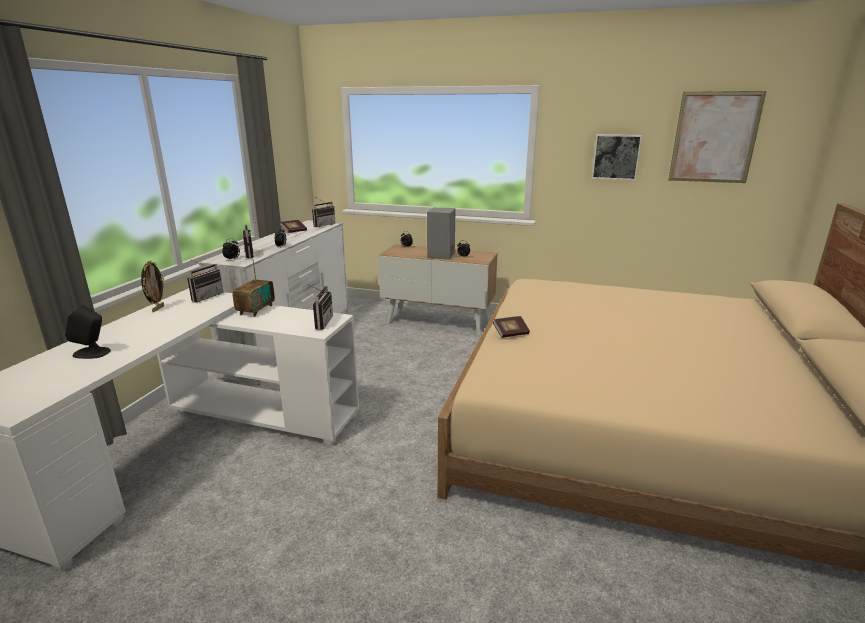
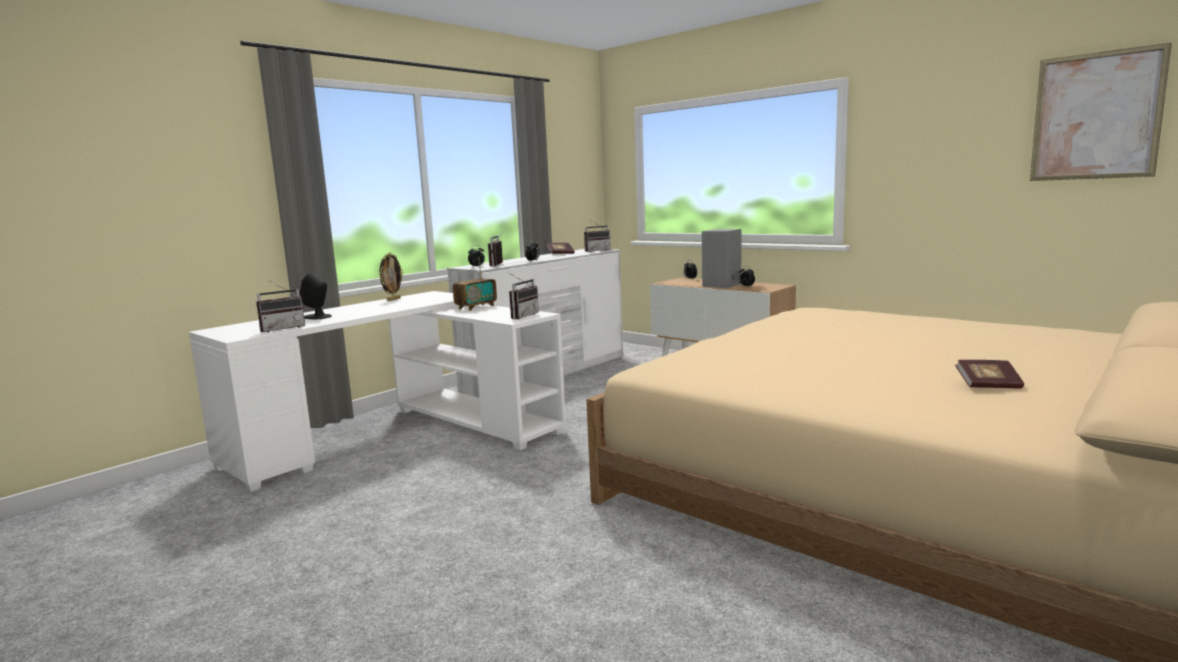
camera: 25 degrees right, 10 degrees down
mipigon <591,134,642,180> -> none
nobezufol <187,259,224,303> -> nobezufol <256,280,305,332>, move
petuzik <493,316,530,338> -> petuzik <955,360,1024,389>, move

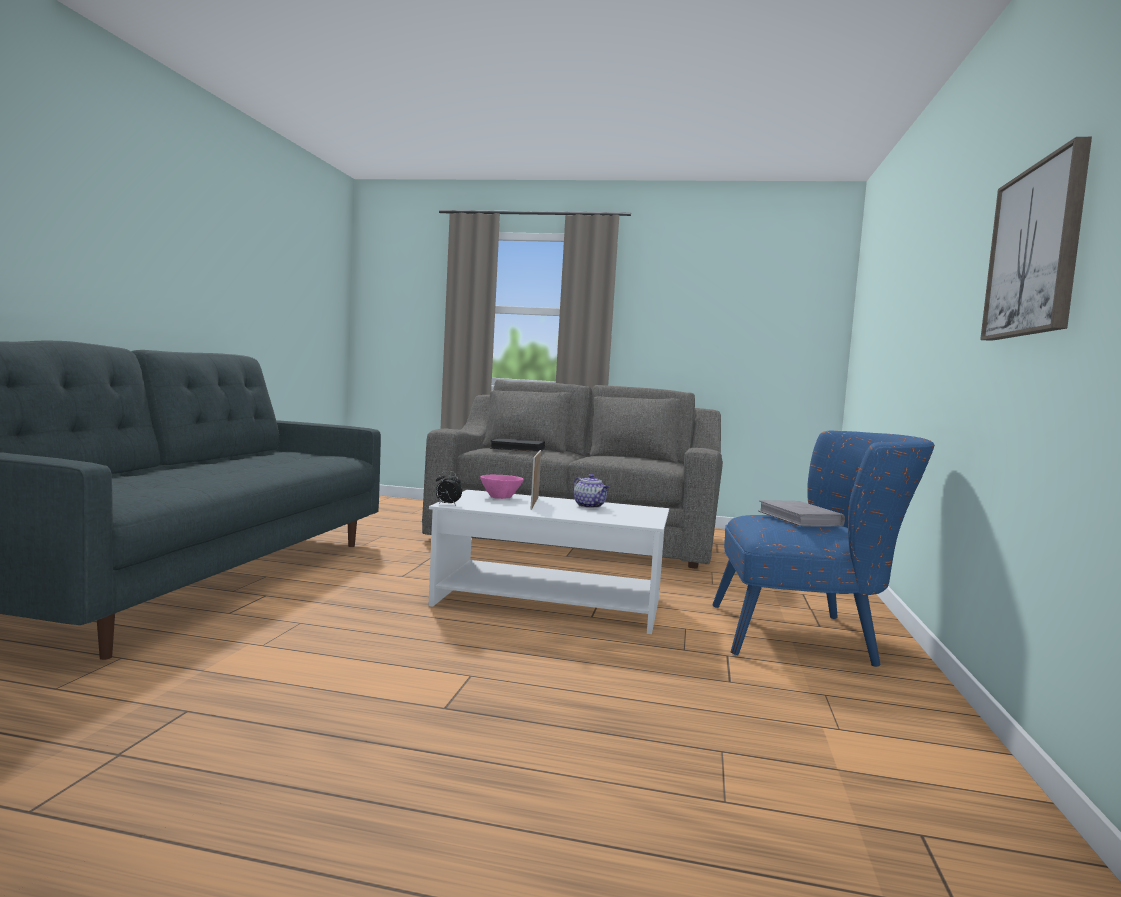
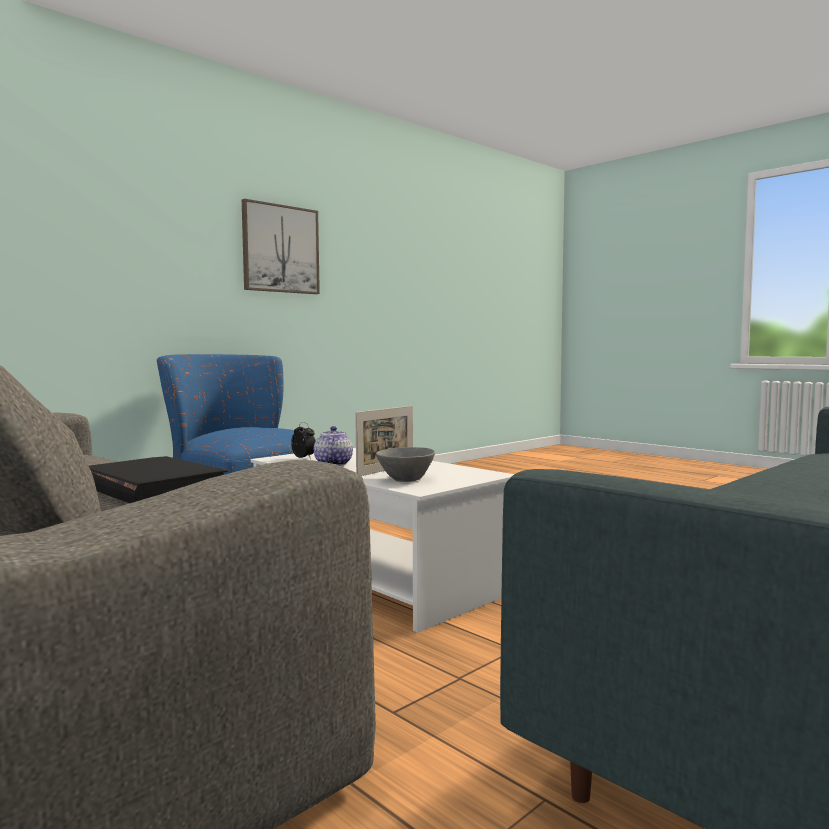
camera: 145 degrees left, 0 degrees up
grey petuzik <758,500,845,527> -> none
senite <436,471,462,505> -> senite <291,422,315,459>, move
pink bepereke <480,475,524,499> -> grey bepereke <376,447,435,482>

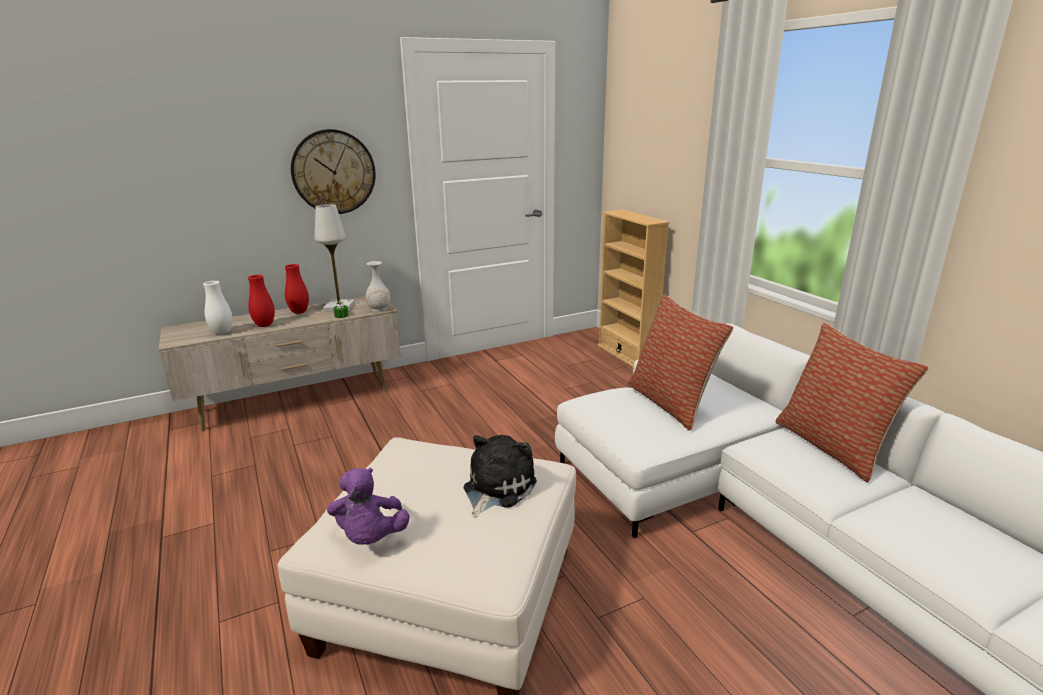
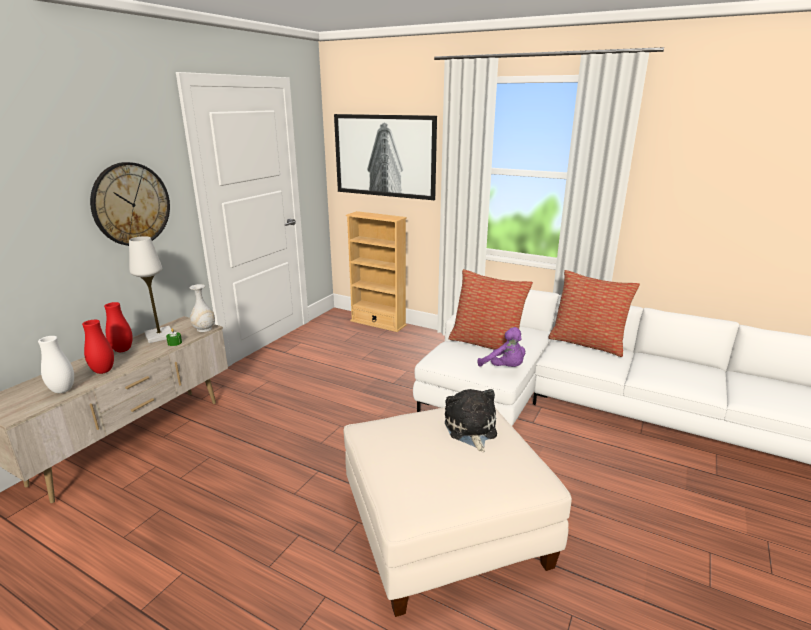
camera: 35 degrees left, 0 degrees up
none -> mipigon <334,114,437,200>
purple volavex <327,468,410,545> -> purple volavex <477,327,525,367>, move

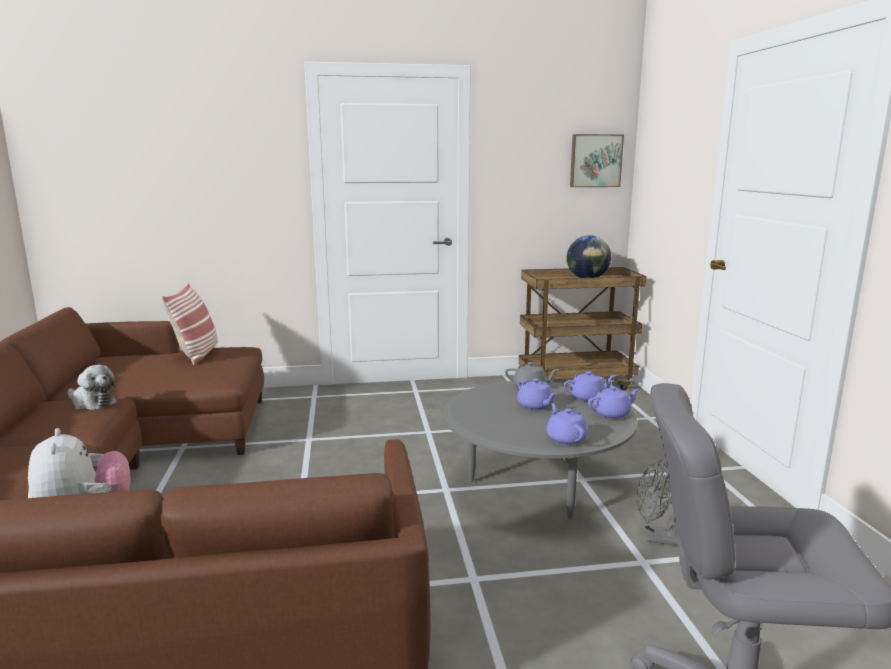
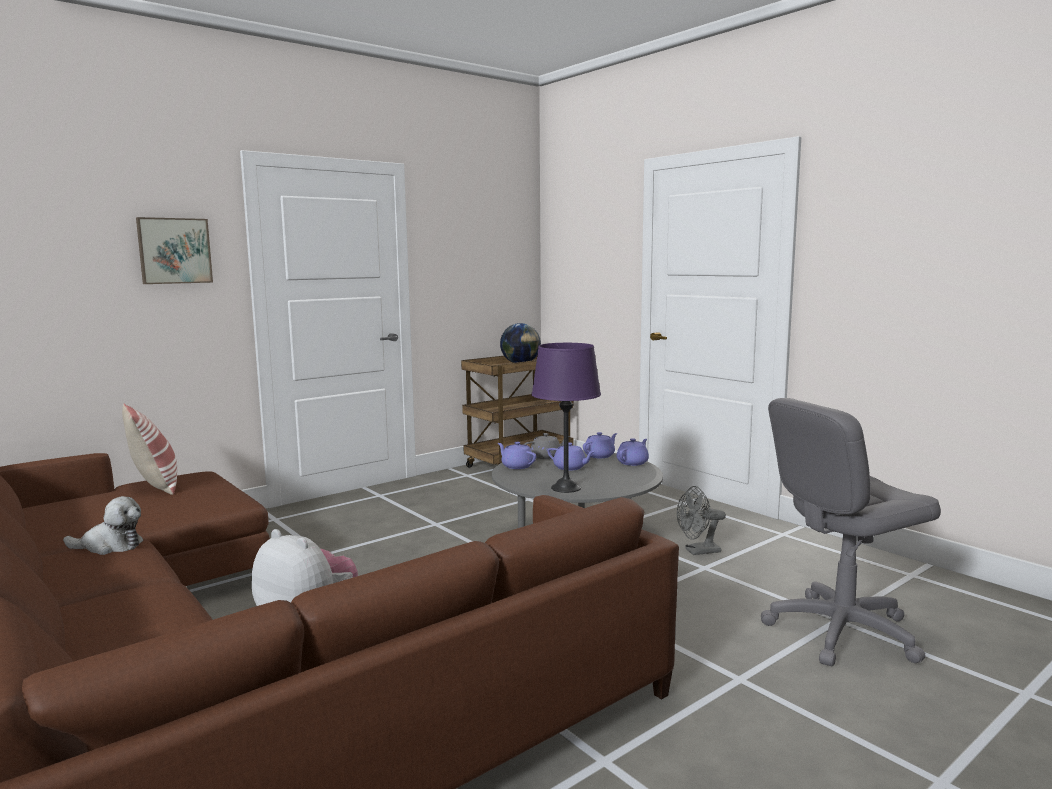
camera: 30 degrees left, 5 degrees down
none -> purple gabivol <531,343,601,493>
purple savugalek <546,403,588,445> -> purple savugalek <498,442,536,469>, move
mipigon <570,134,624,187> -> mipigon <136,217,213,284>, move

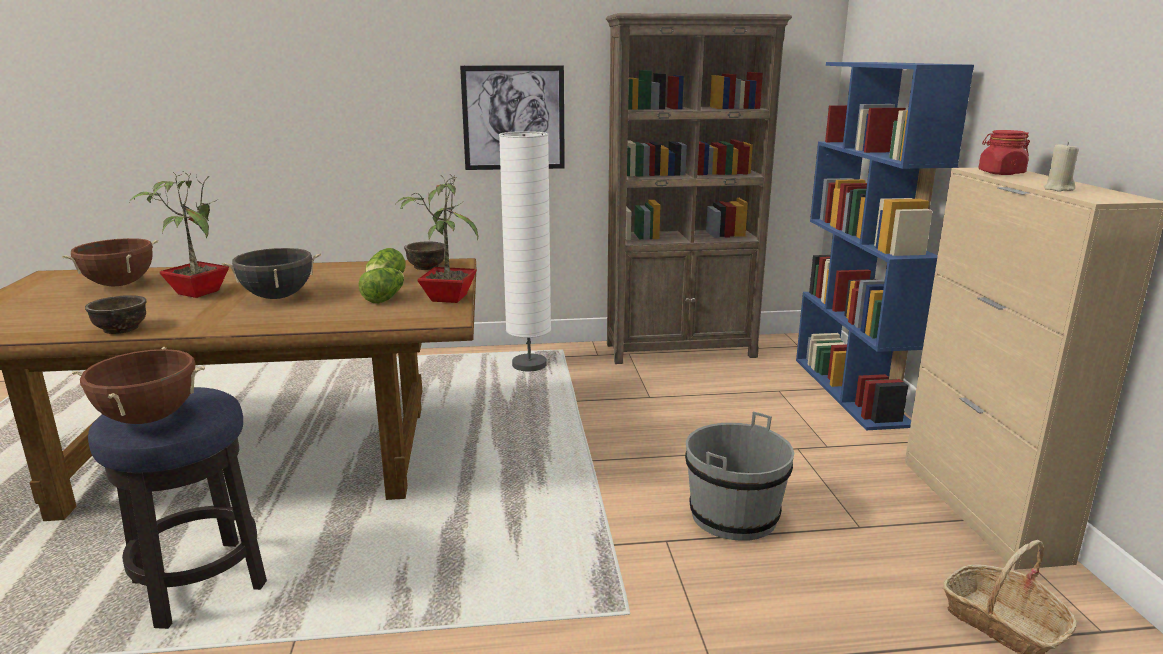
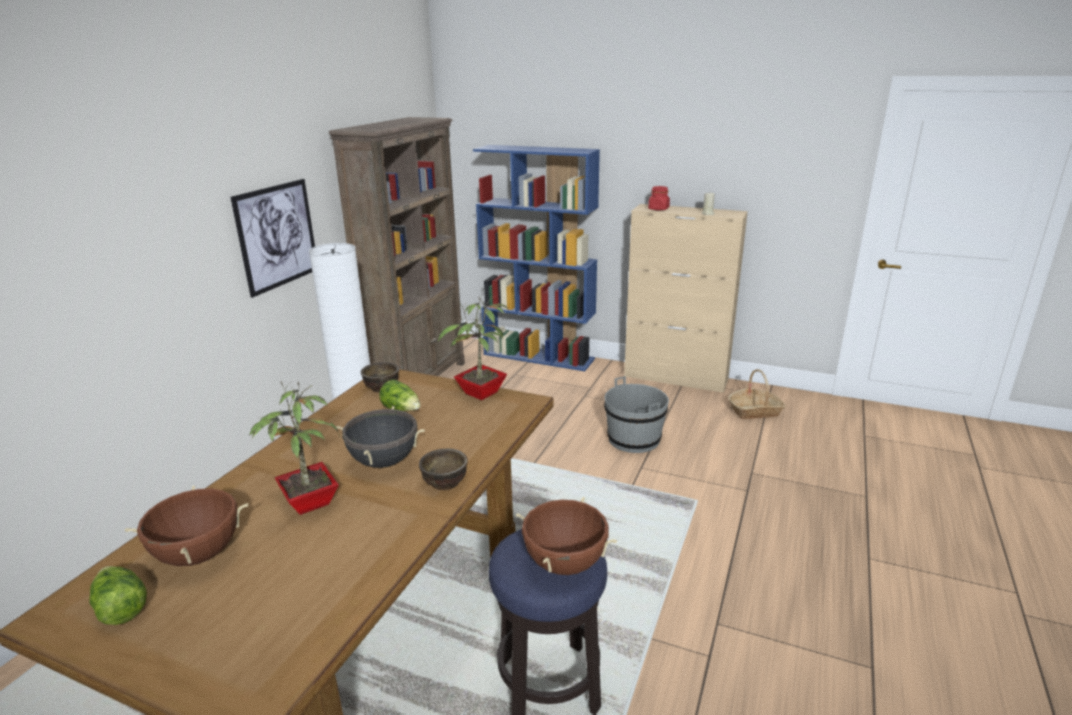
camera: 60 degrees left, 5 degrees up
brown bepereke <85,295,147,334> -> brown bepereke <419,449,468,490>, move
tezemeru <359,268,404,303> -> tezemeru <89,566,147,625>, move

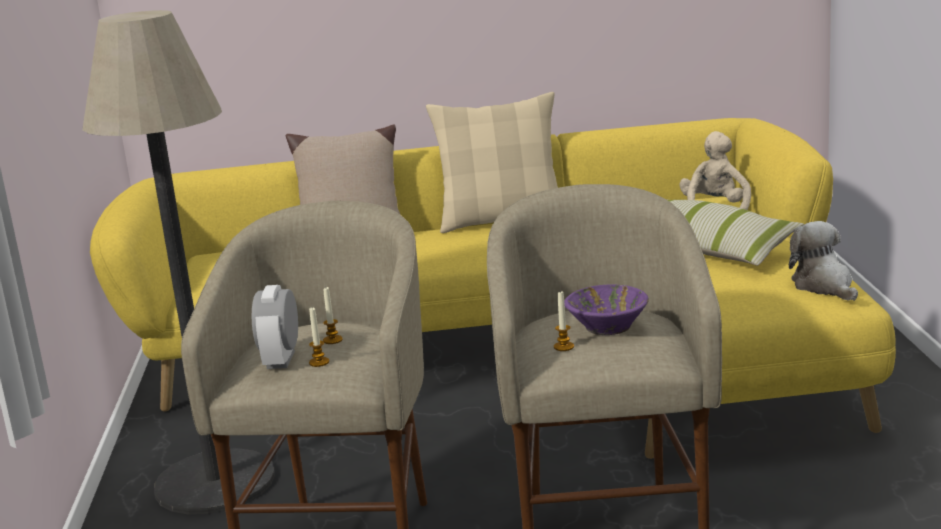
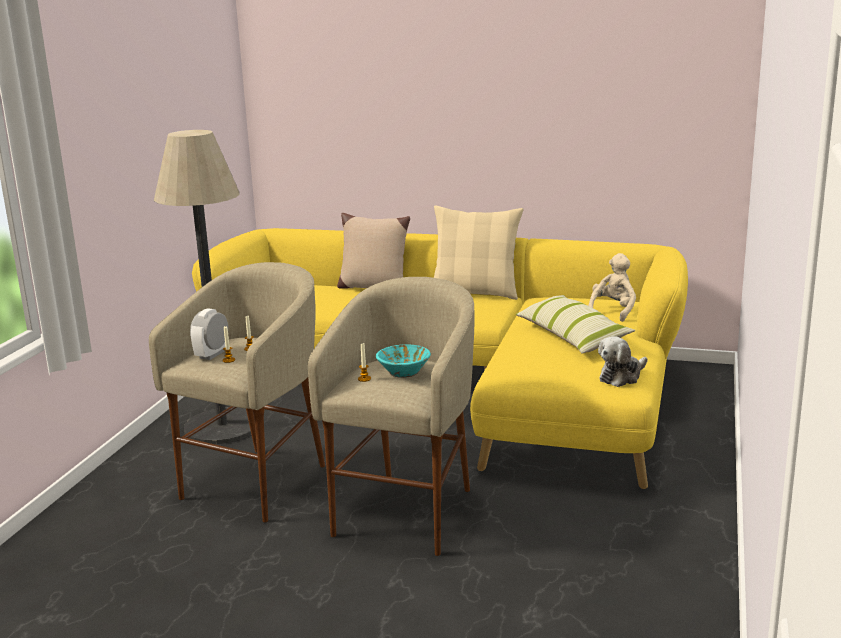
camera: 20 degrees right, 0 degrees up
purple bepereke <564,285,649,335> -> turquoise bepereke <376,344,431,378>
volavex <789,221,858,301> -> volavex <598,336,647,387>, 135 degrees counterclockwise

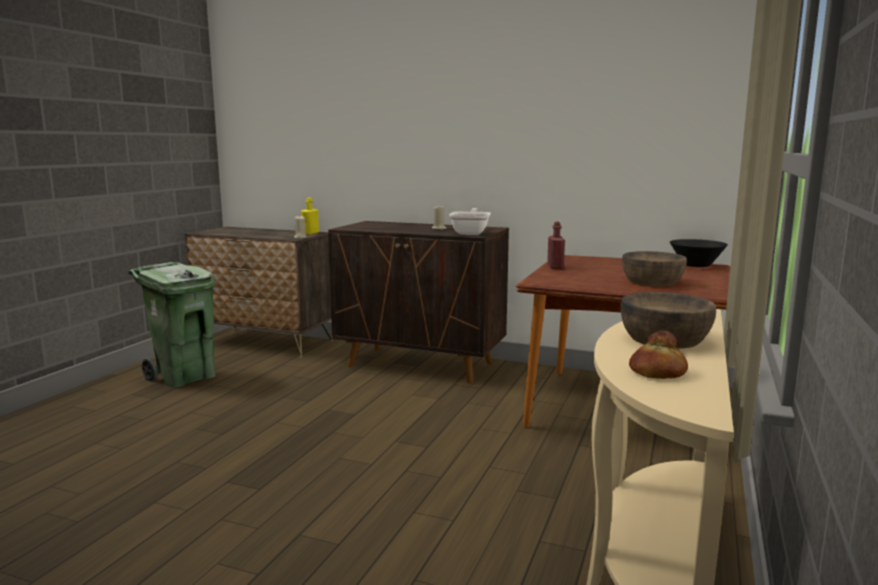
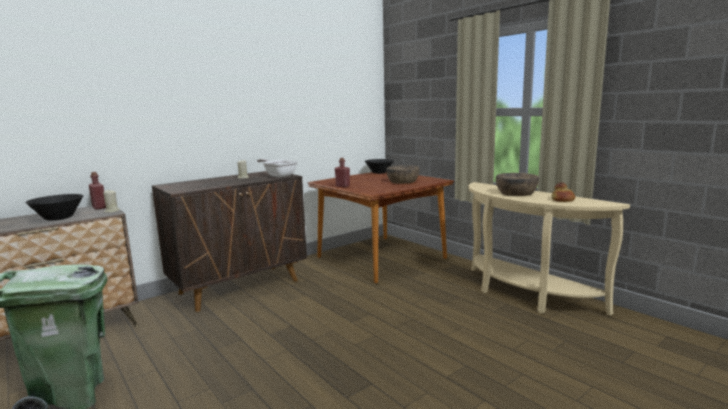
camera: 60 degrees left, 0 degrees up
none -> black bepereke <25,194,83,221>
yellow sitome <301,197,319,235> -> red sitome <89,172,106,210>

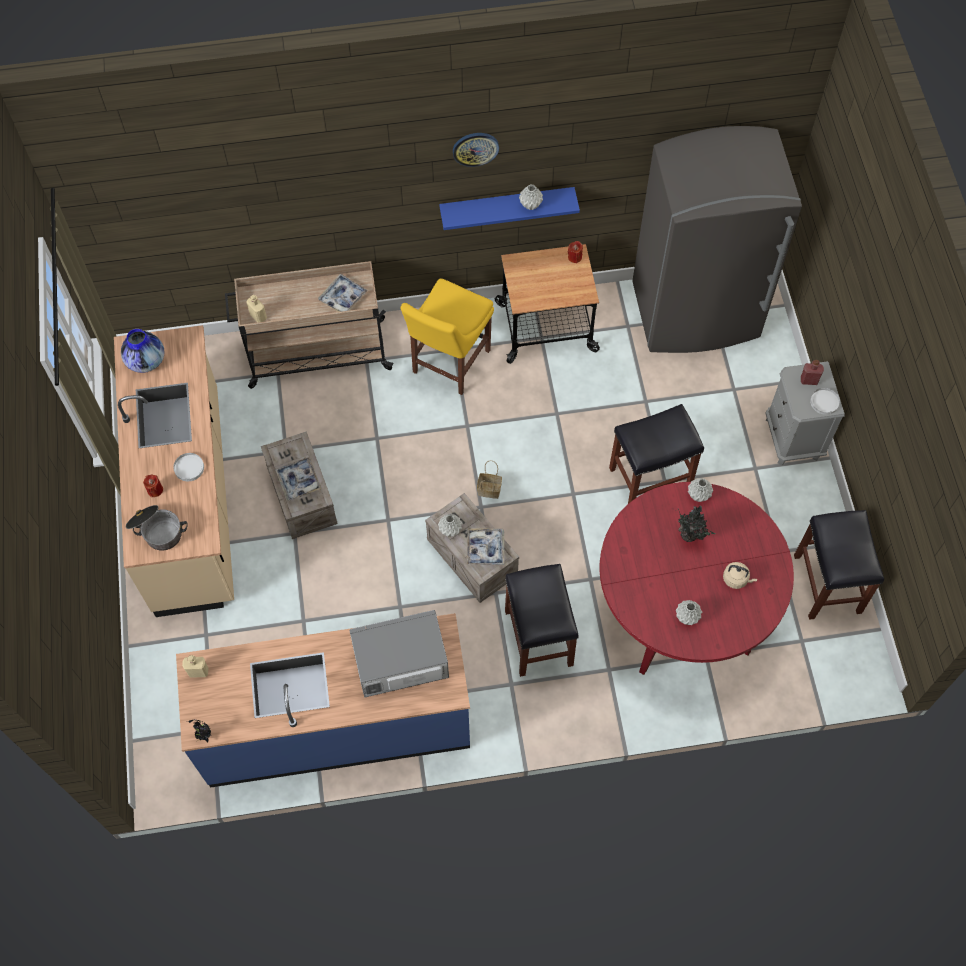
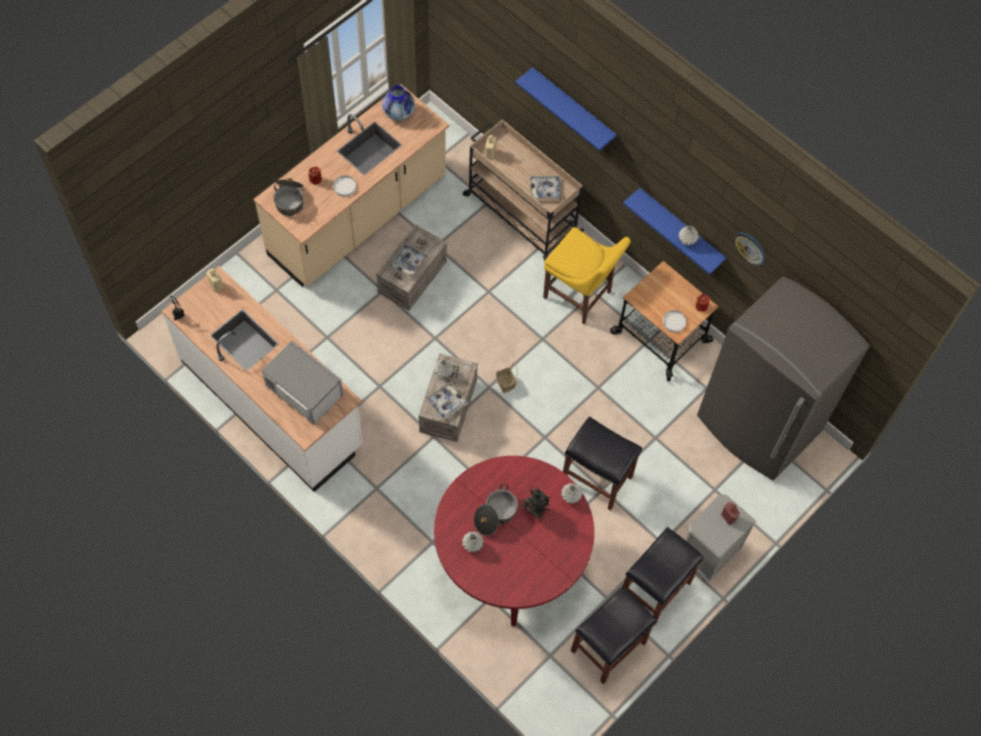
camera: 50 degrees right, 0 degrees up
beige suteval <723,562,757,589> -> none
none -> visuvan <474,484,518,536>
none -> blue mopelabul <516,67,617,151>
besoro <453,133,499,167> -> besoro <733,232,766,265>, move
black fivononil <505,564,579,677> -> black fivononil <623,527,704,626>, move
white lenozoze <810,388,840,415> -> white lenozoze <663,310,686,332>, move
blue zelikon <176,613,470,787> -> white zelikon <162,266,363,492>
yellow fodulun <401,278,494,395> -> yellow fodulun <543,227,631,324>, 135 degrees counterclockwise

